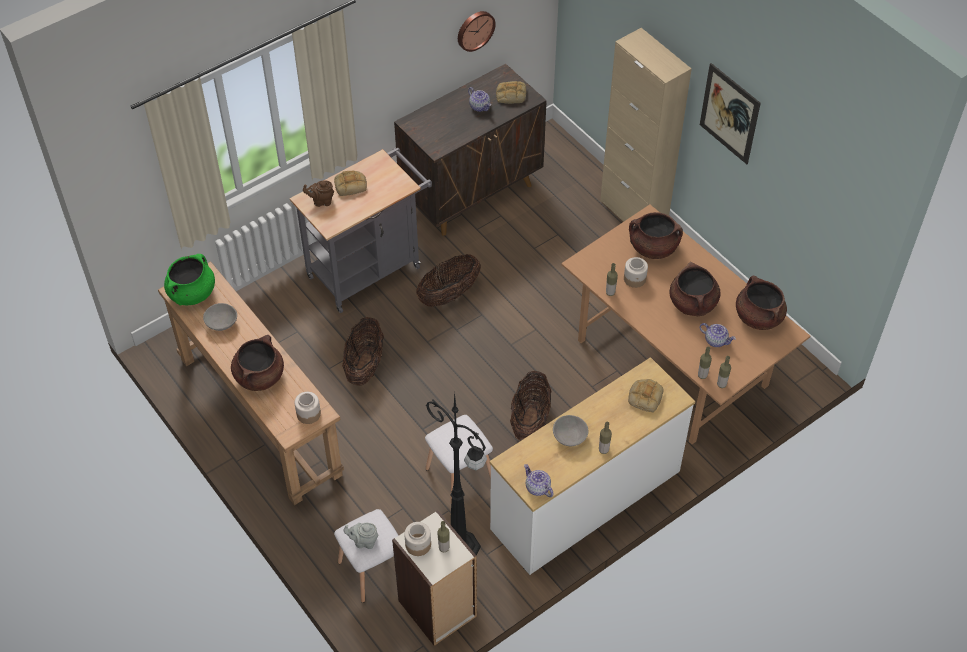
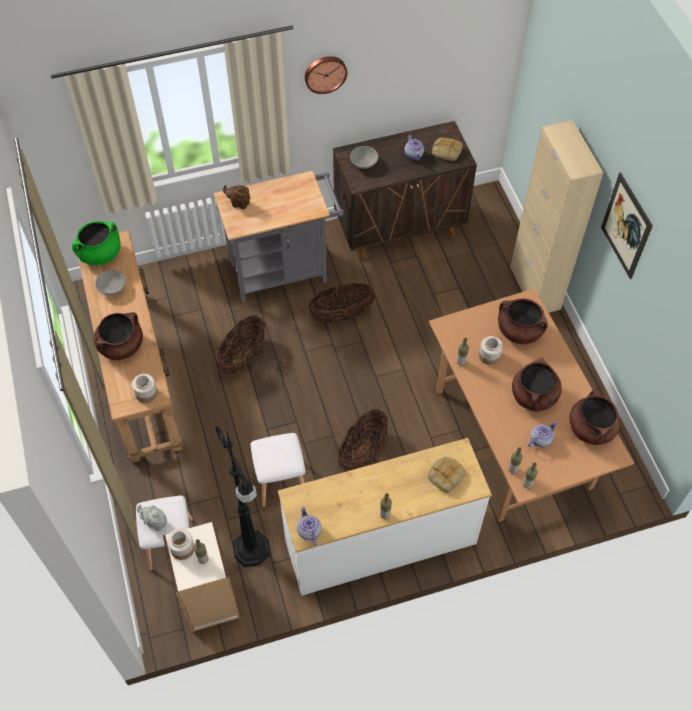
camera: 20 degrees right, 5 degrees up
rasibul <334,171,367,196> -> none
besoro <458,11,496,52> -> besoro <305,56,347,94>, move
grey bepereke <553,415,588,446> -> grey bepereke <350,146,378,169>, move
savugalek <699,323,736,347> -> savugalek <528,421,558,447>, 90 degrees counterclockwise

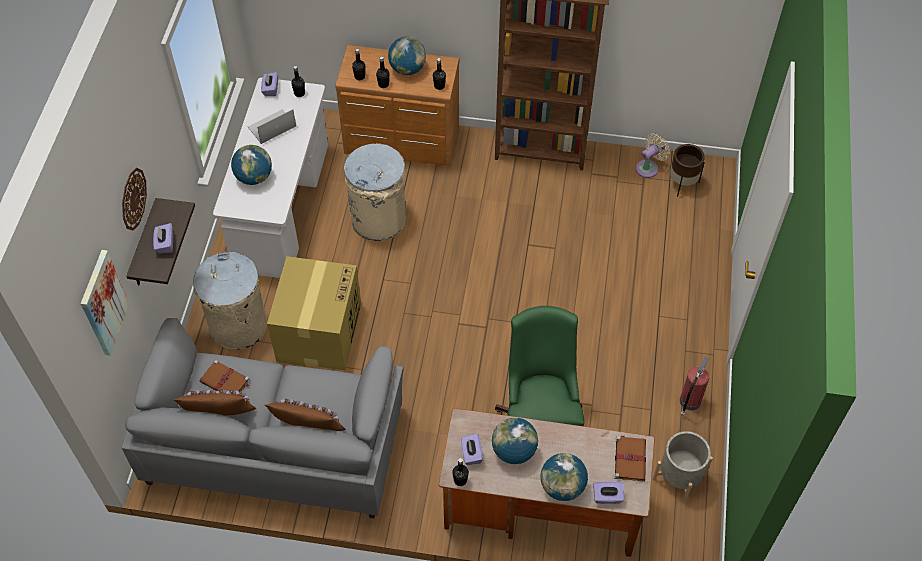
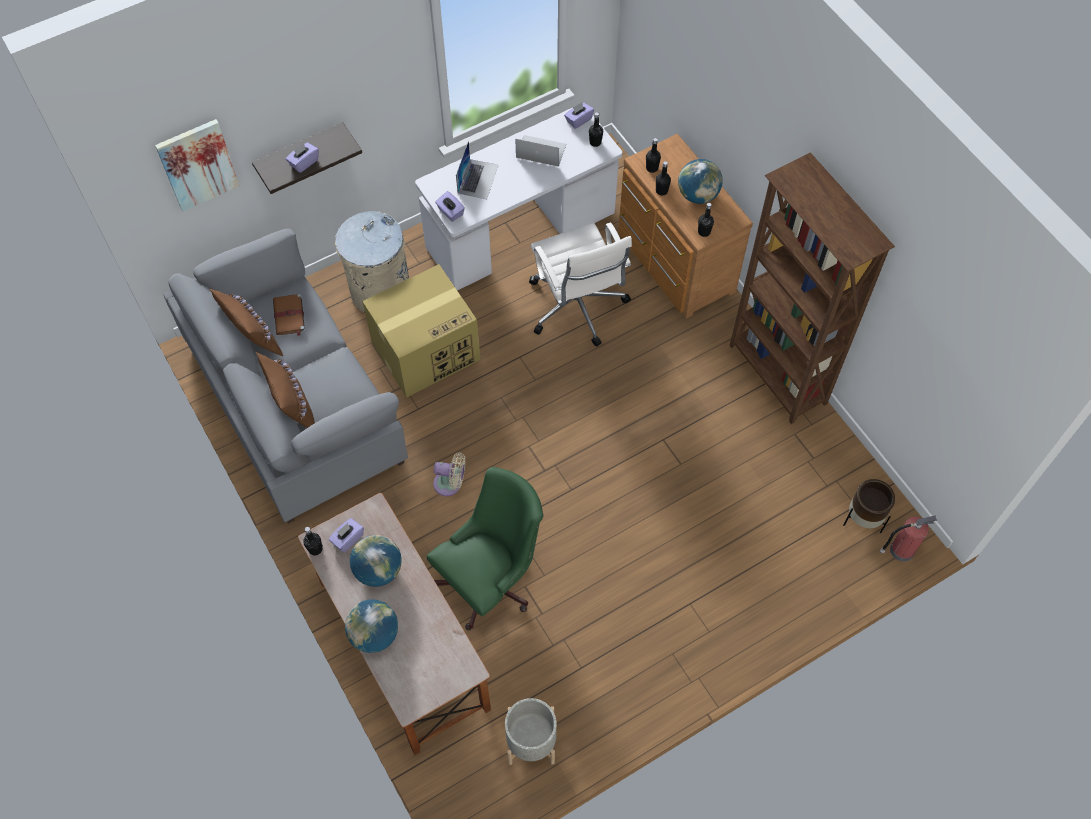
camera: 50 degrees right, 5 degrees up
besoro <122,168,147,231> -> none
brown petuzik <614,435,646,481> -> none
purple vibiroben <593,481,624,504> -> purple vibiroben <435,191,465,222>, move
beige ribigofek <636,133,670,178> -> beige ribigofek <433,452,465,496>, move
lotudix <680,357,709,416> -> lotudix <880,516,937,562>, move
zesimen <231,145,272,185> -> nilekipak <456,141,499,199>
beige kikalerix <344,143,406,241> -> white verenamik <529,223,632,346>

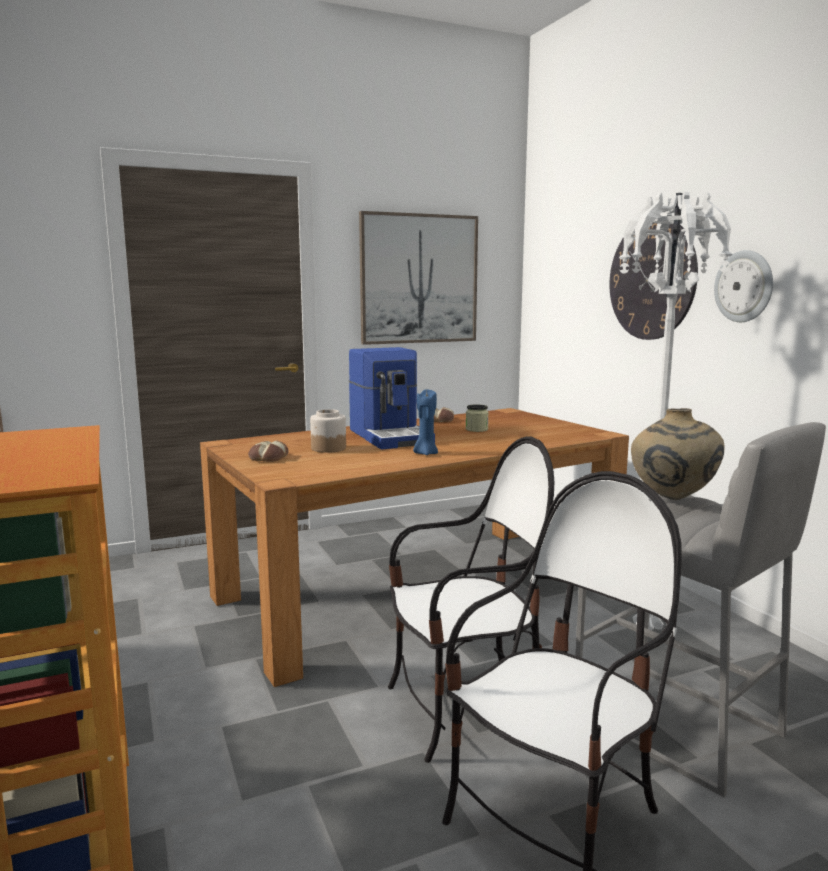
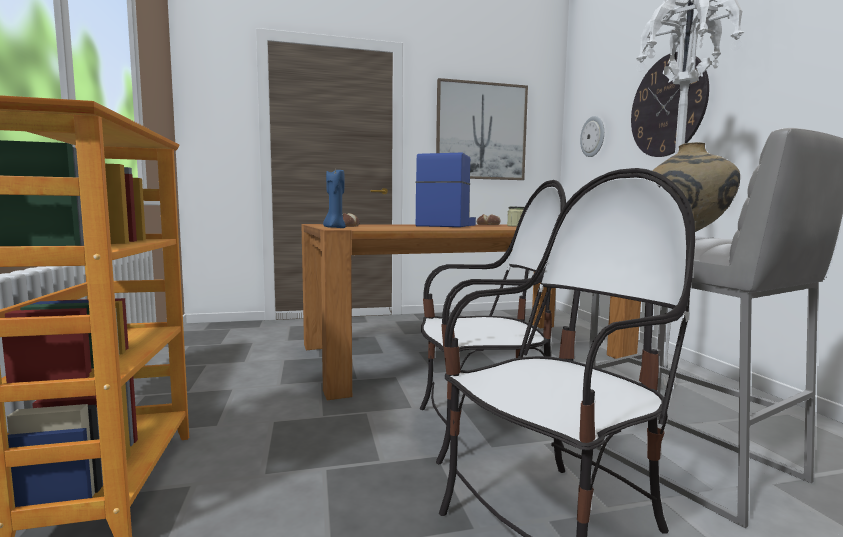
camera: 10 degrees right, 5 degrees down
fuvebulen <310,409,346,453> -> none
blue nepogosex <413,389,438,455> -> blue nepogosex <323,170,346,228>, move
besoro <714,250,773,322> -> besoro <580,116,604,157>, move
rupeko <349,347,435,450> -> rupeko <416,153,476,227>, 150 degrees counterclockwise

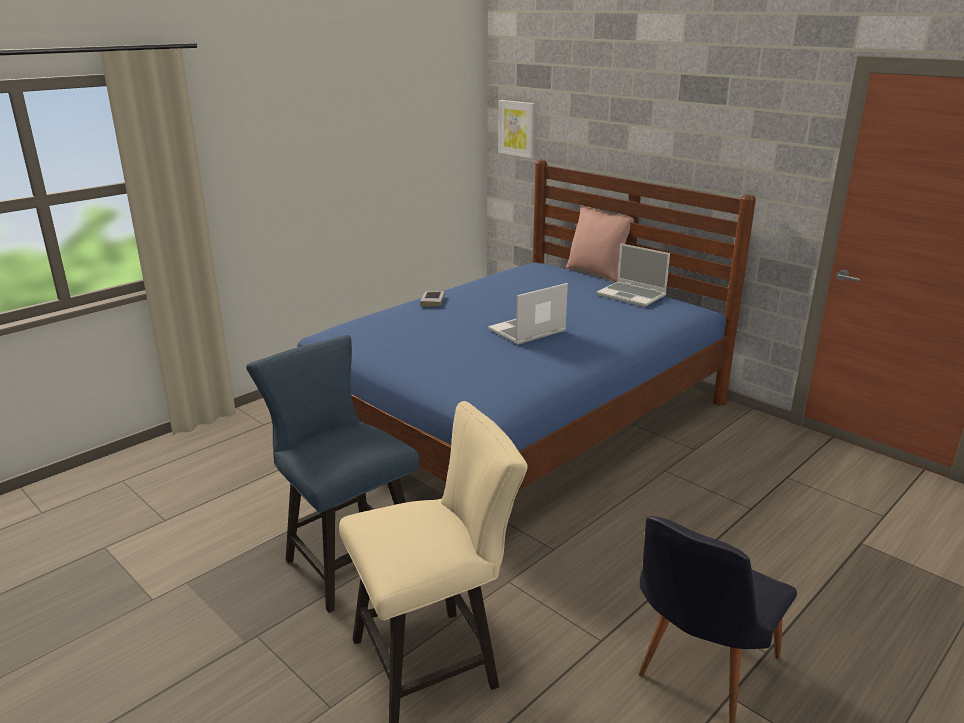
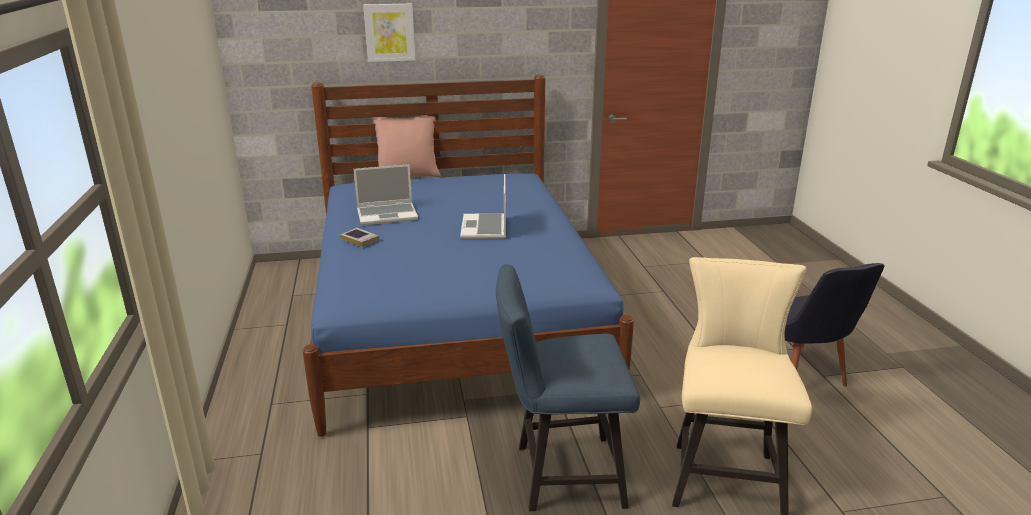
camera: 55 degrees left, 0 degrees up
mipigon <498,100,535,159> -> mipigon <363,4,415,62>, move
nilekipak <597,243,670,307> -> nilekipak <354,164,418,225>, move

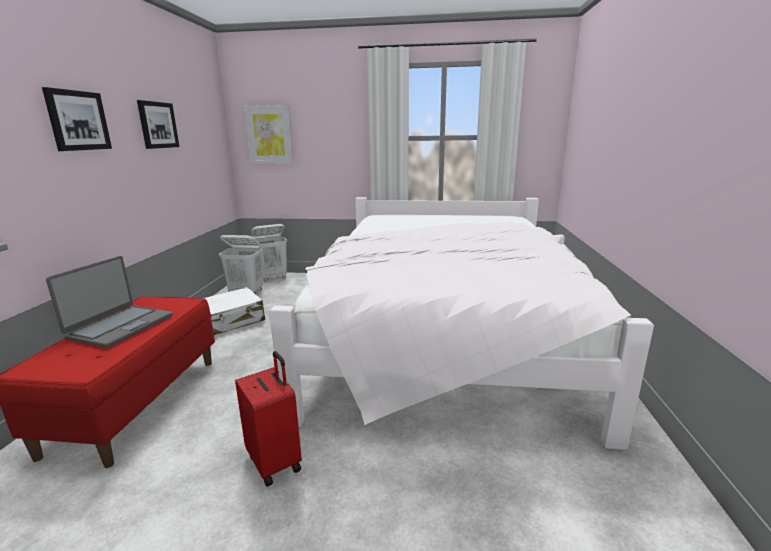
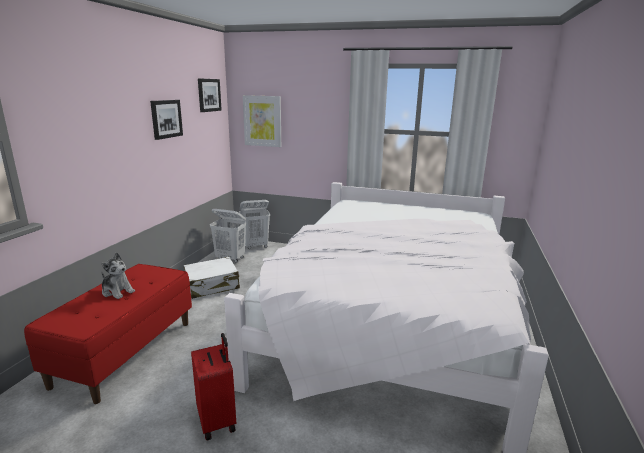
camera: 10 degrees right, 0 degrees up
mipigon <42,87,112,151> -> mipigon <198,78,222,112>, move
nilekipak <46,256,173,348> -> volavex <101,252,135,299>

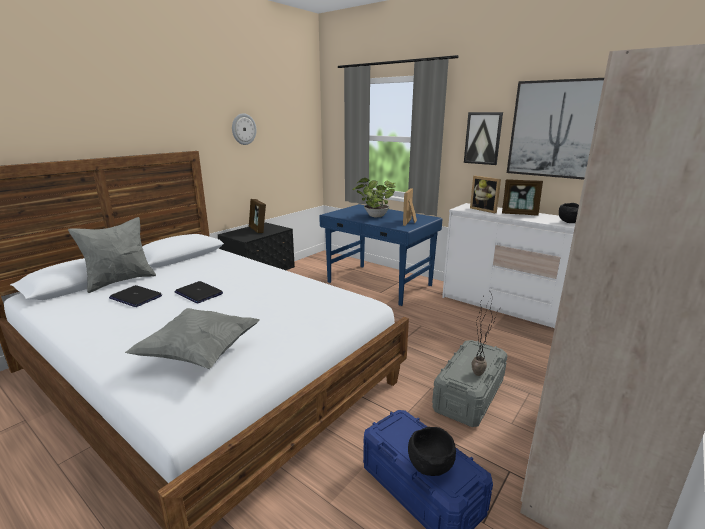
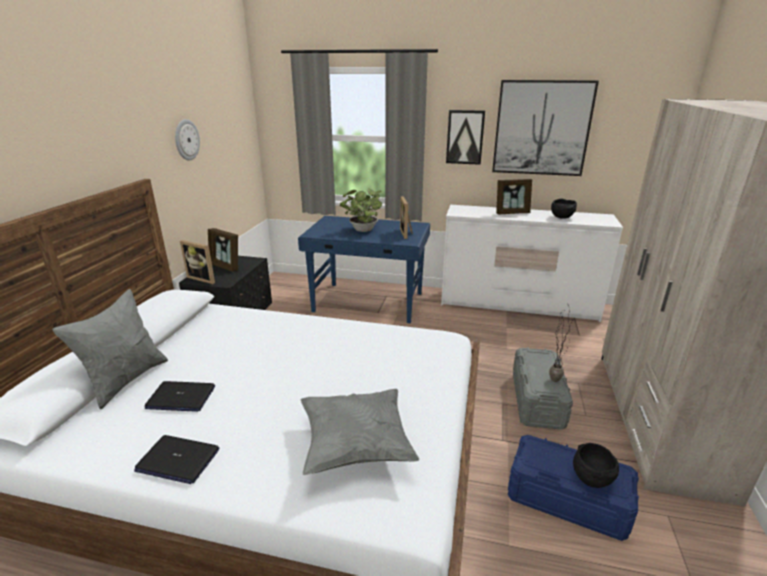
camera: 25 degrees left, 5 degrees up
nilekipak <175,281,223,303> -> nilekipak <134,435,219,484>, move
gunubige <470,176,501,213> -> gunubige <180,240,215,284>, move

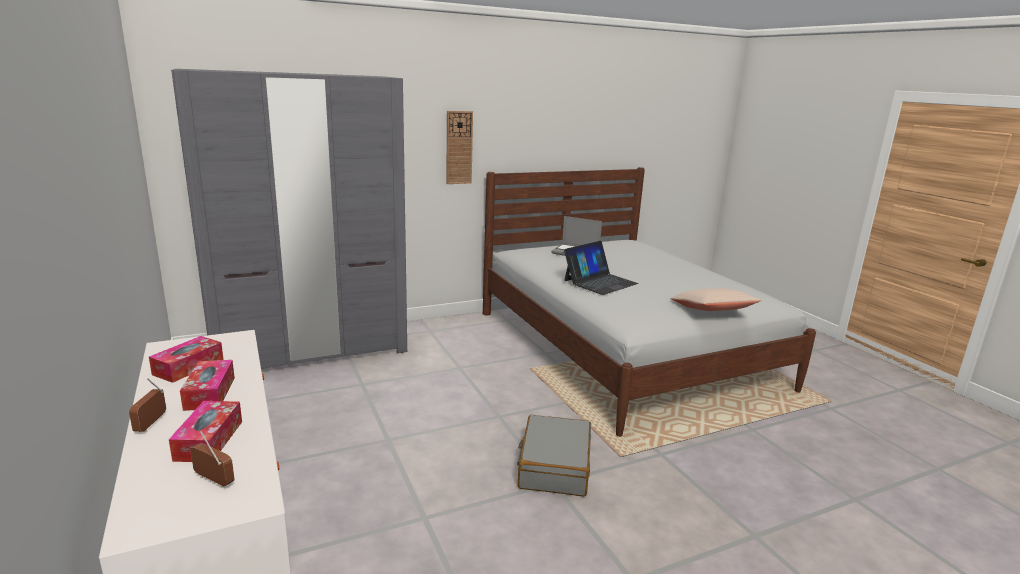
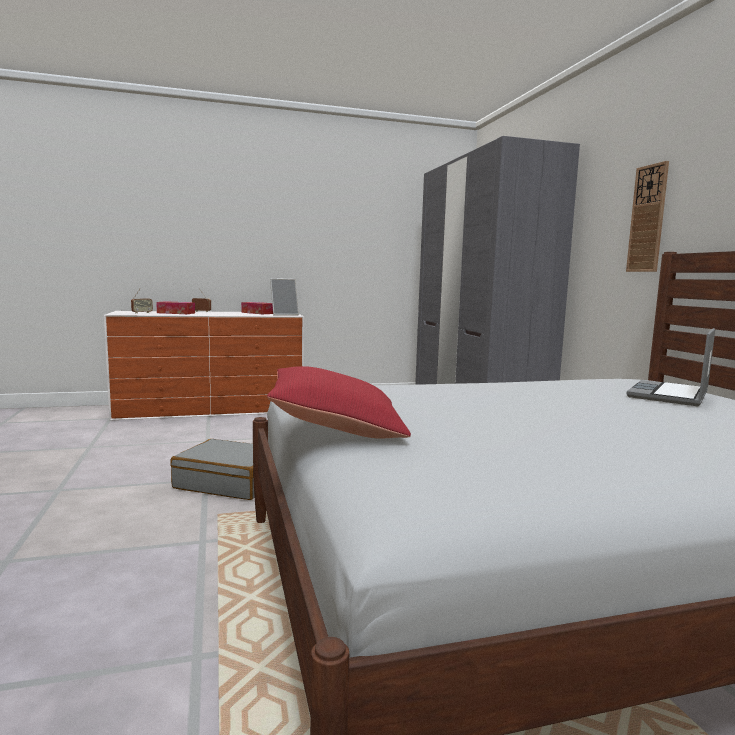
camera: 100 degrees right, 10 degrees down
vibiroben <180,360,235,411> -> none
nilekipak <564,241,638,295> -> none
none -> gunubige <270,278,299,316>
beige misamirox <670,288,761,311> -> red misamirox <267,366,411,438>

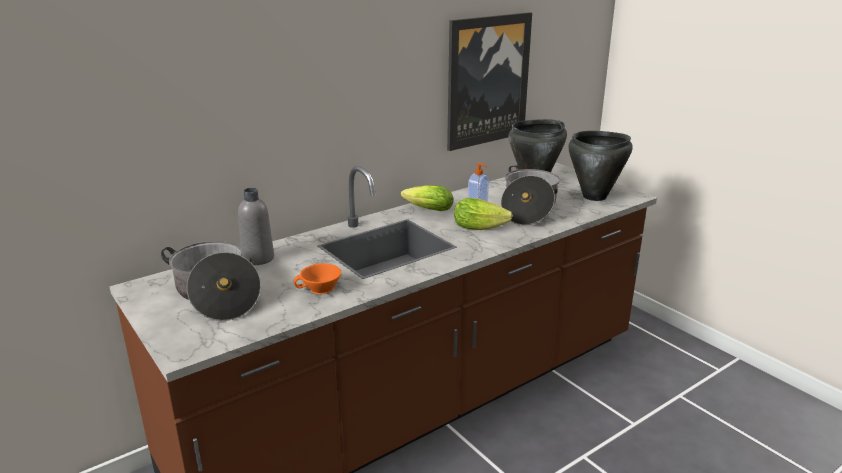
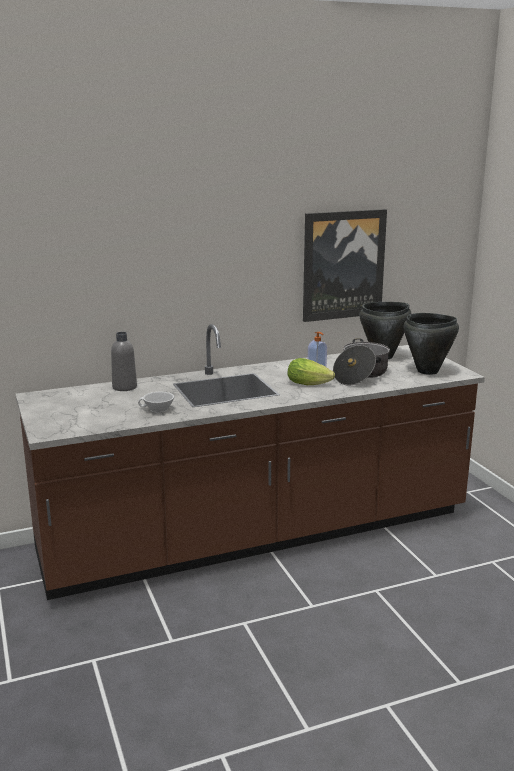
camera: 15 degrees right, 5 degrees down
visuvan <161,241,261,321> -> none
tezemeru <401,185,453,211> -> none
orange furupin <293,263,341,294> -> white furupin <138,391,174,413>

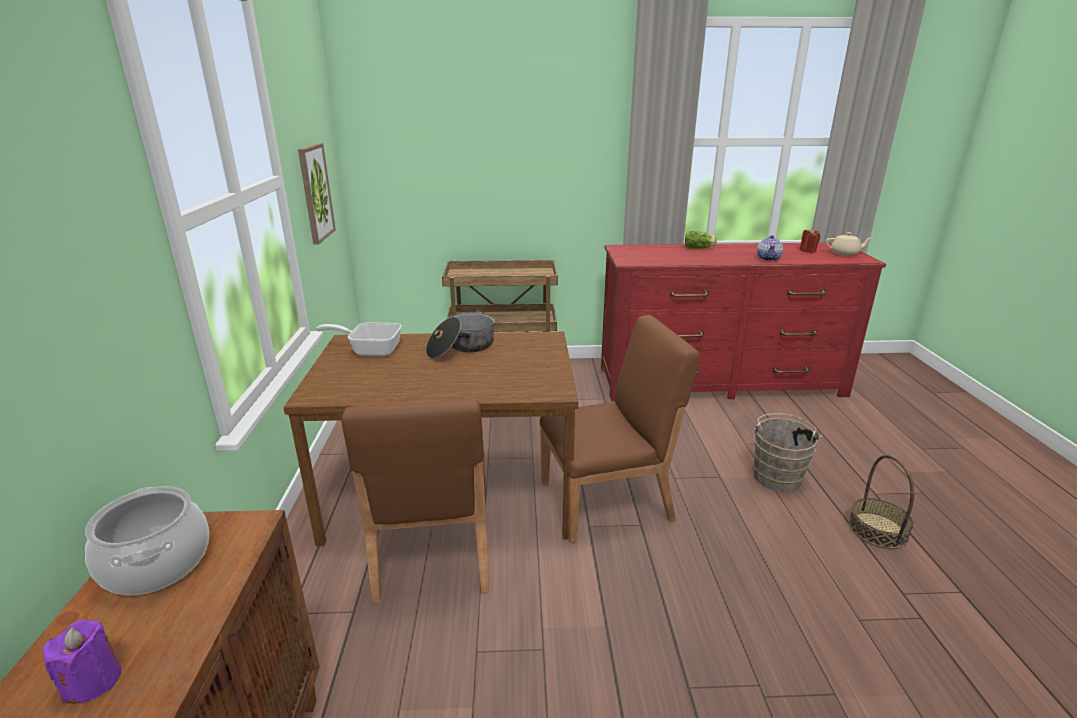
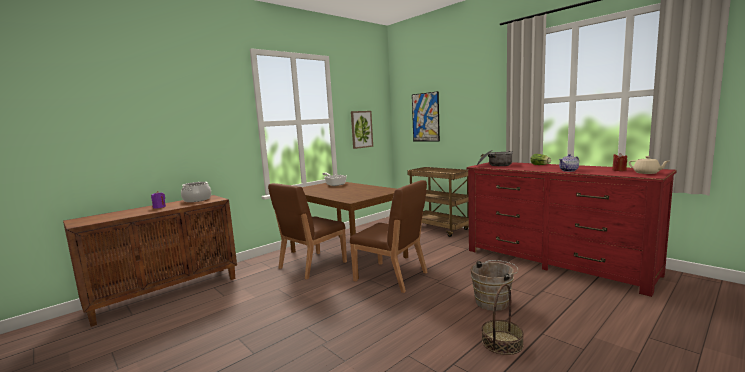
camera: 50 degrees right, 15 degrees down
none -> mipigon <412,91,440,141>
visuvan <426,308,495,359> -> visuvan <477,150,513,166>, move

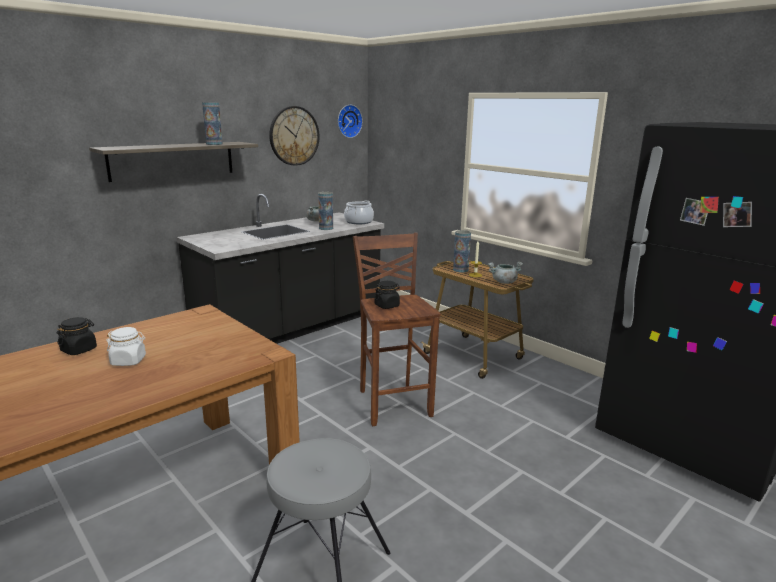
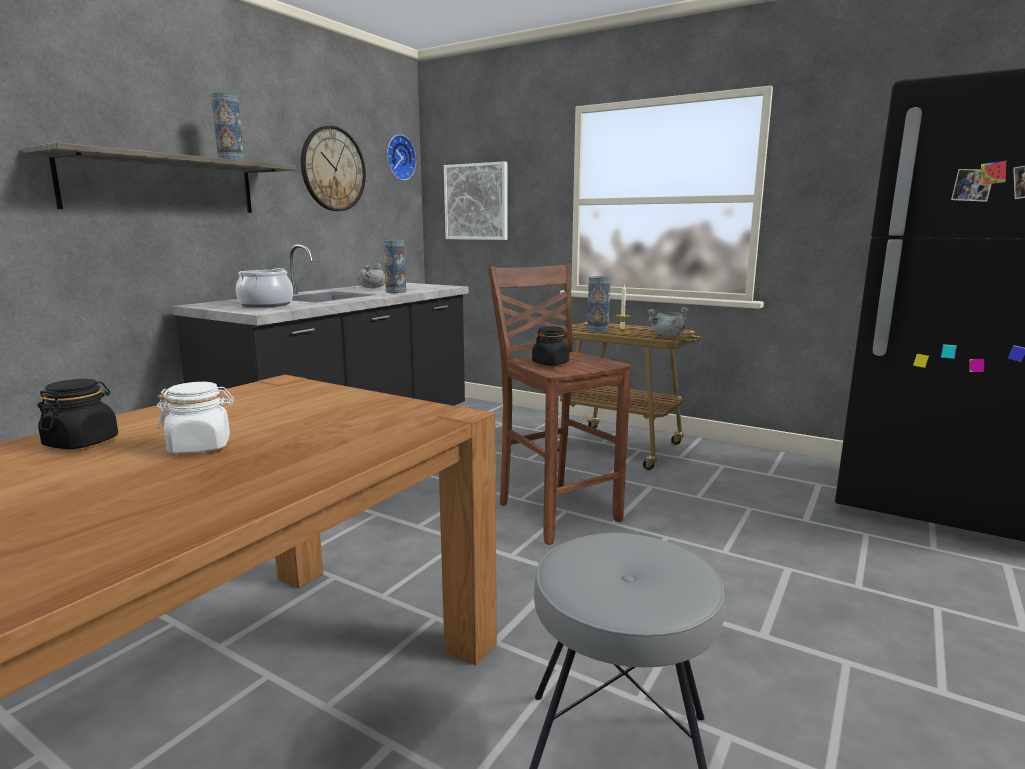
camera: 15 degrees left, 5 degrees down
none -> mipigon <444,161,508,240>
visuvan <344,201,374,224> -> visuvan <236,268,293,308>, move

